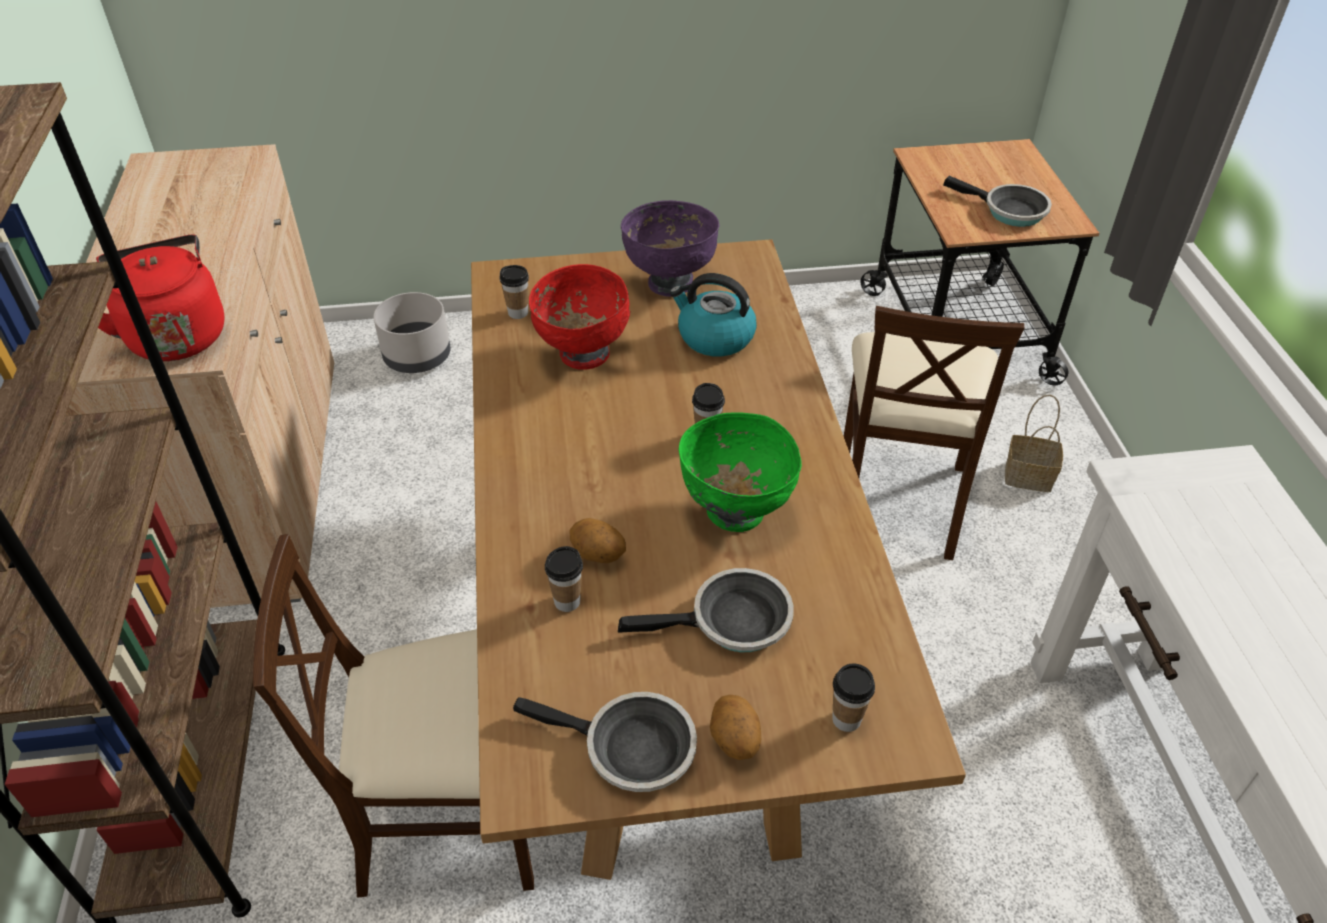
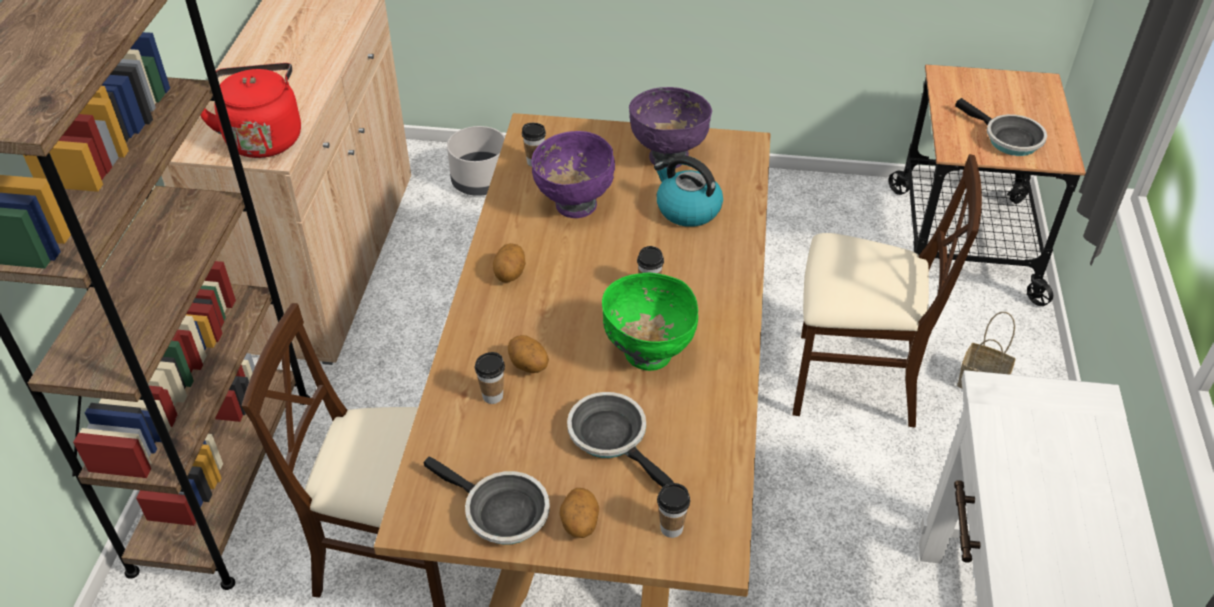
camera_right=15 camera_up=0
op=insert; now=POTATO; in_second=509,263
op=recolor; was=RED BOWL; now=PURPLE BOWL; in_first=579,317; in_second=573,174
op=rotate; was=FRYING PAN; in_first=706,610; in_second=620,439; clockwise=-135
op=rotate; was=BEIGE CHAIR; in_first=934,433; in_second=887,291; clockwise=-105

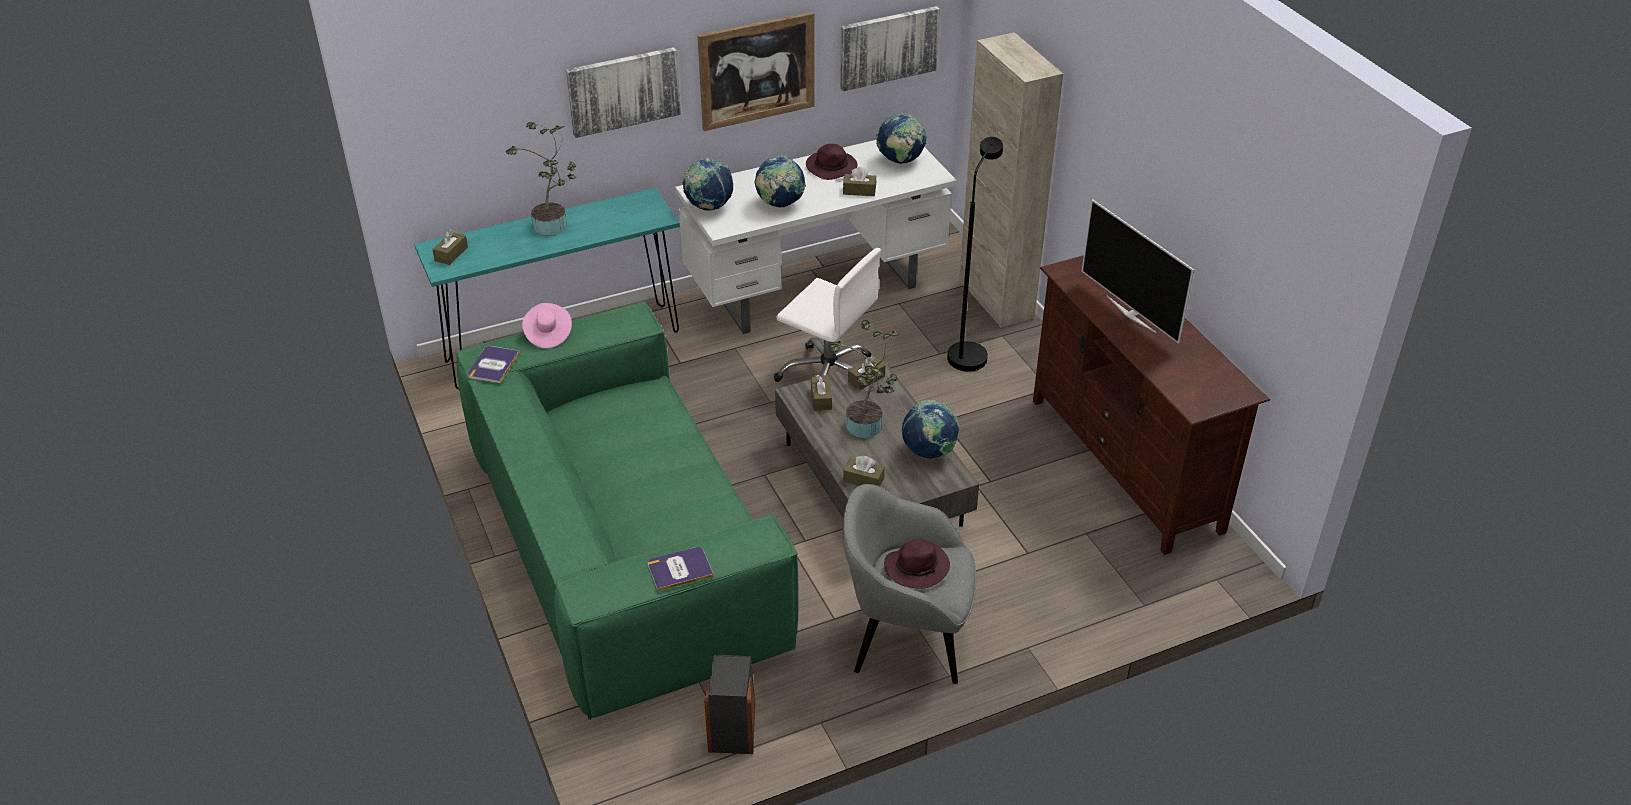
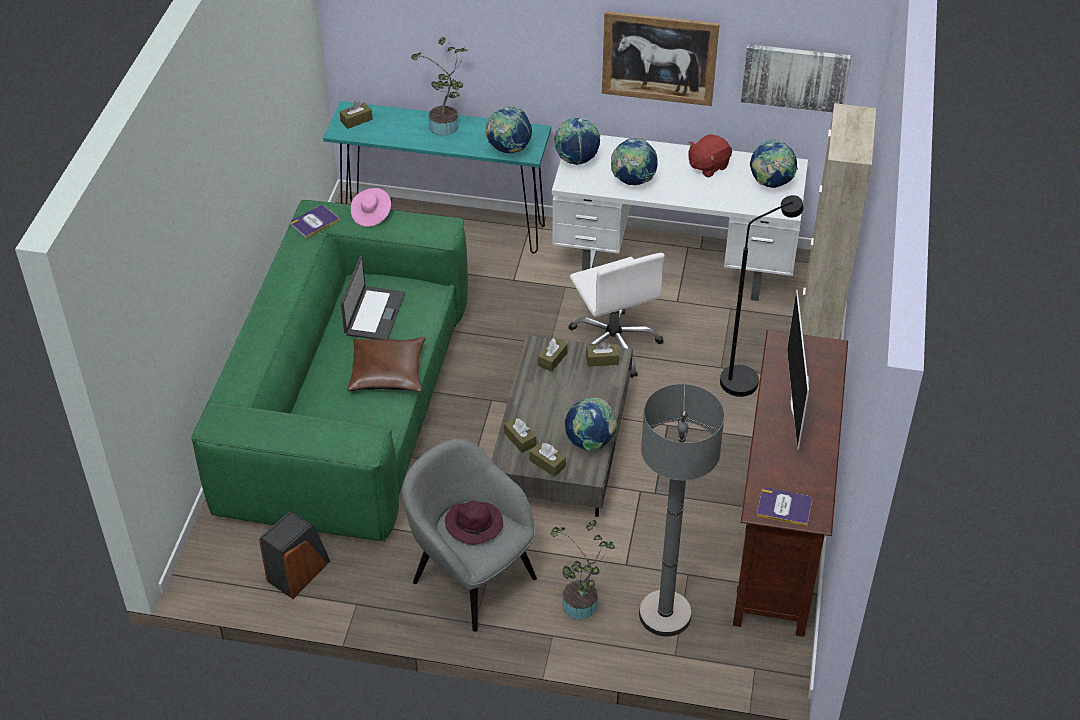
camera_right=35 camera_up=5
op=insert; now=LAPTOP; in_second=373,297
op=insert; now=BROWN PILLOW; in_second=386,364
op=insert; now=GLOBE; in_second=508,130
op=move; was=BROWN TISSUE BOX; in_first=859,181; in_second=547,459
op=move; was=POTTED PLANT; in_first=864,379; in_second=583,569
op=insert; now=GREY FLOOR LAMP; in_second=682,510
op=replace; was=PURPLE HAT; now=RED PLUSH TOY; in_first=831,162; in_second=710,155
op=move; was=BOOK; in_first=681,569; in_second=784,507
op=delete; was=PICTURE; in_first=623,92

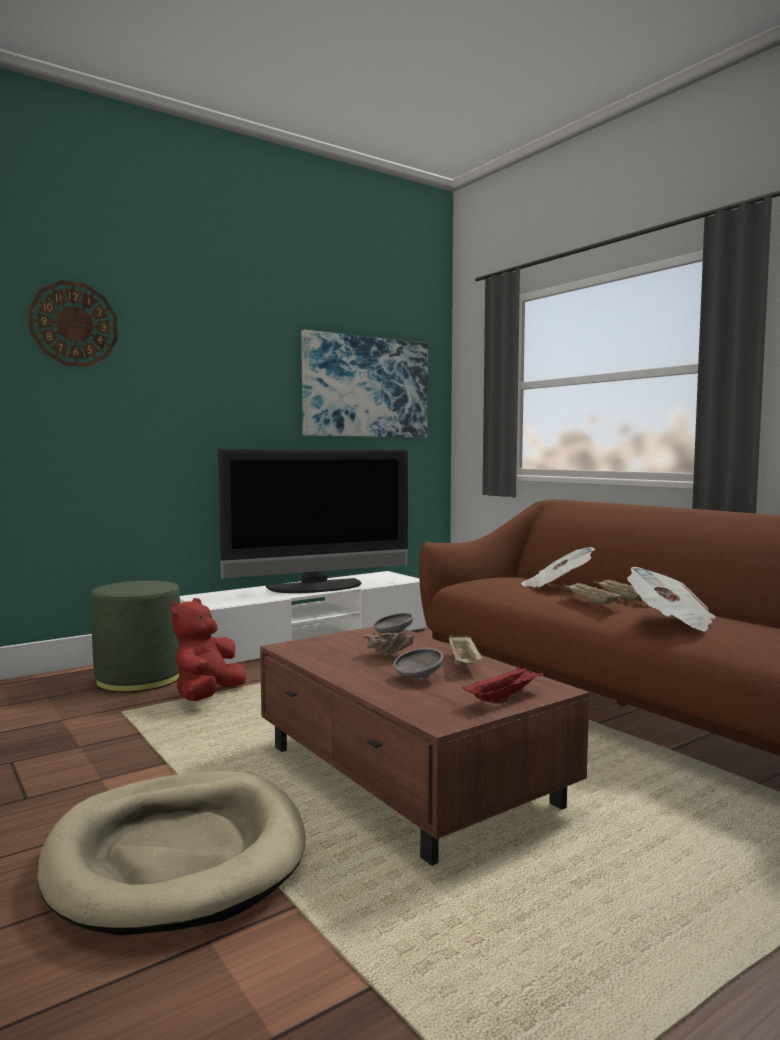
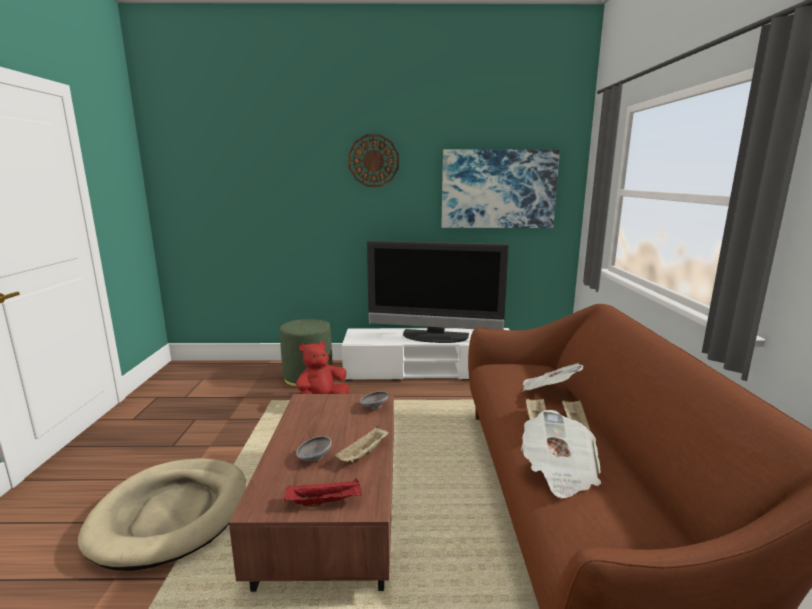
camera_right=35 camera_up=10
op=move; was=WALL CLOCK; in_first=73,323; in_second=373,160
op=delete; was=BEIGE BOWL; in_first=389,644

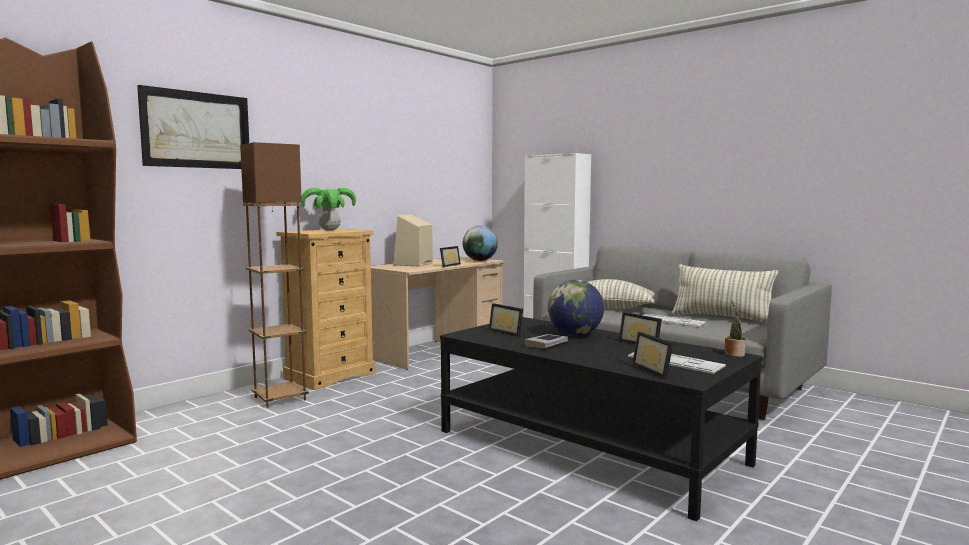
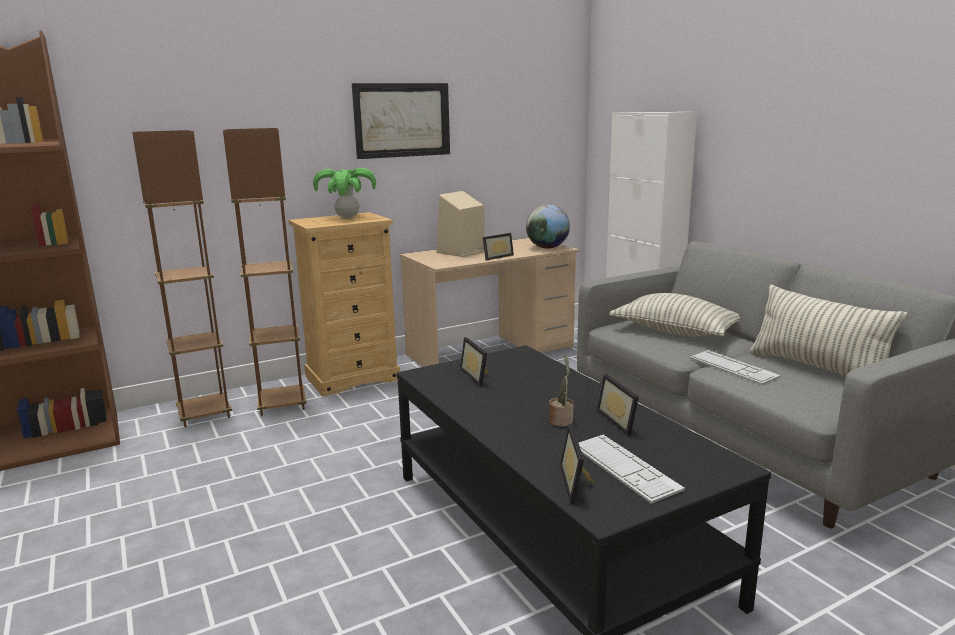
camera_right=20 camera_up=10
op=insert; now=BROWN FLOOR LAMP; in_second=182,278
op=move; was=PICTURE; in_first=193,127; in_second=401,121
op=move; was=POTTED PLANT; in_first=735,329; in_second=561,390
op=delete; was=BOOK; in_first=546,341
op=delete; was=GLOBE; in_first=576,308

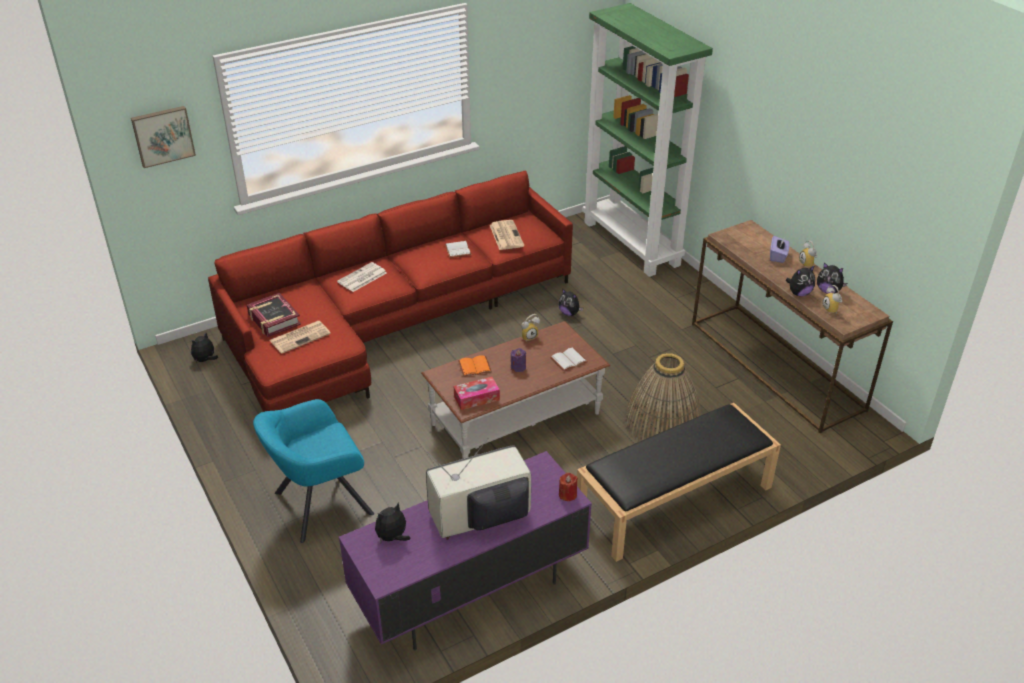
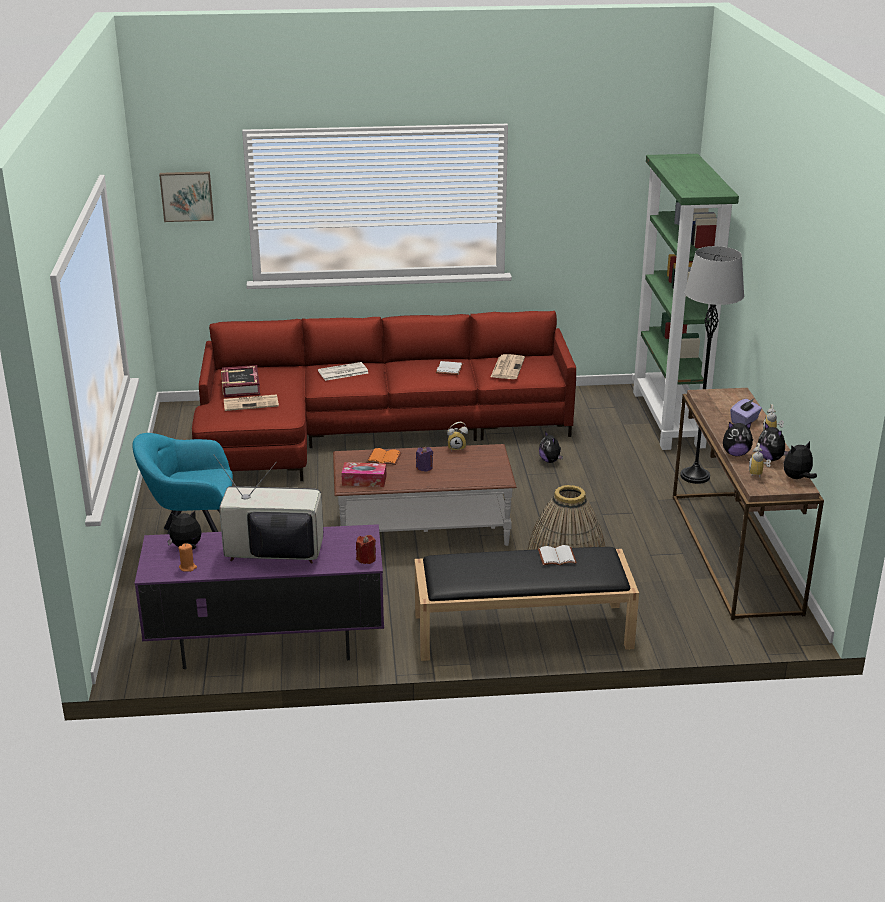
camera_right=25 camera_up=-10
op=insert; now=ORANGE CANDLE; in_second=187,558
op=move; was=WHITE BOOK; in_first=569,359; in_second=557,555
op=insert; now=GREY FLOOR LAMP; in_second=712,365
op=move; was=PLUSH TOY; in_first=204,347; in_second=800,460

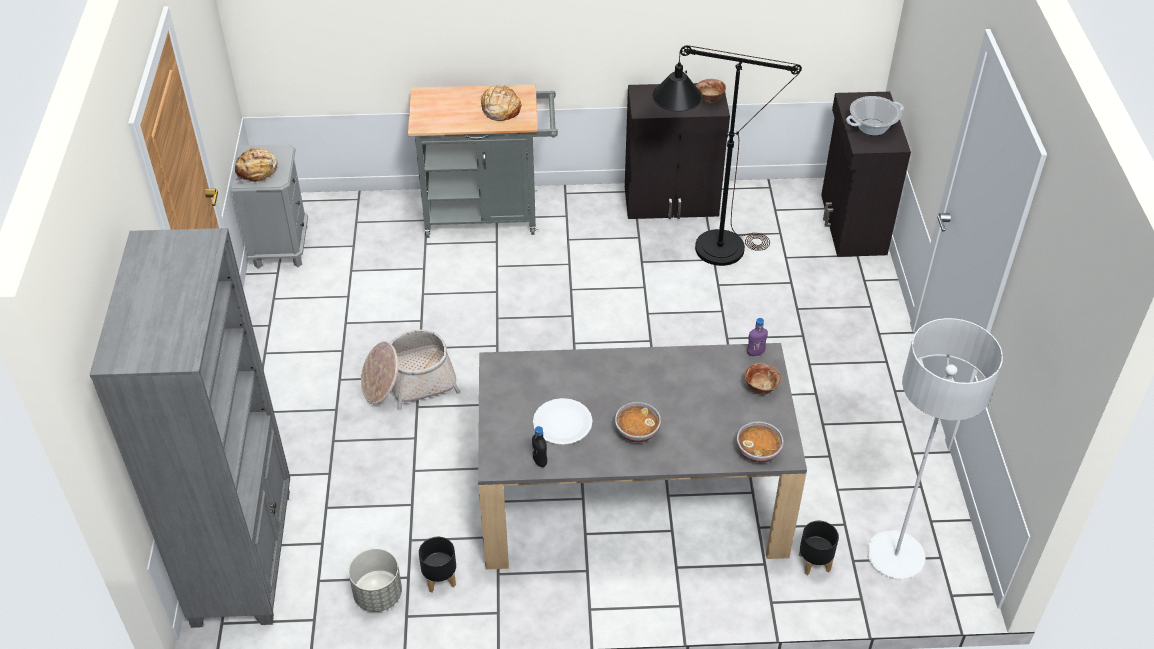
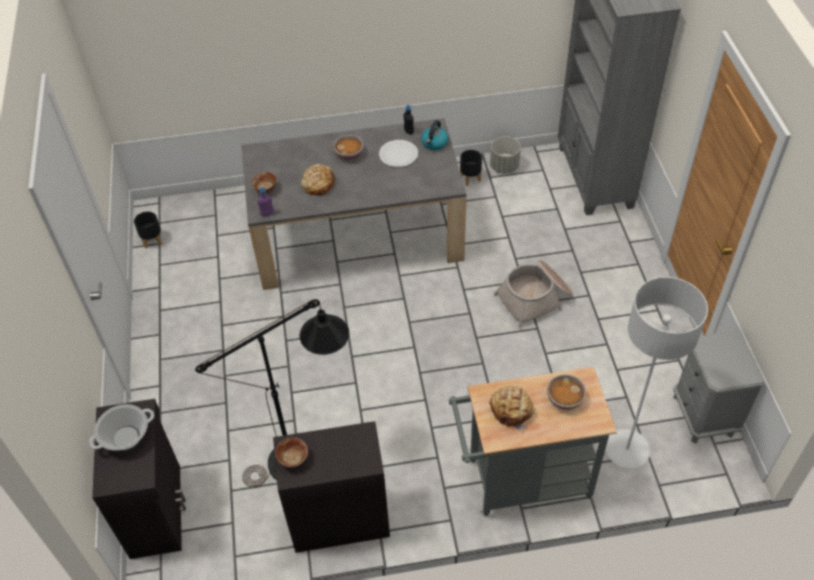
camera_right=175 camera_up=5
op=move; was=BLACK PLANTER; in_first=819,548; in_second=148,229
op=move; was=BREAD; in_first=256,165; in_second=318,180
op=insert; now=KETTLE; in_second=434,135
op=move; was=BOWL; in_first=760,442; in_second=566,392
op=move; was=GREY FLOOR LAMP; in_first=935,448; in_second=656,373

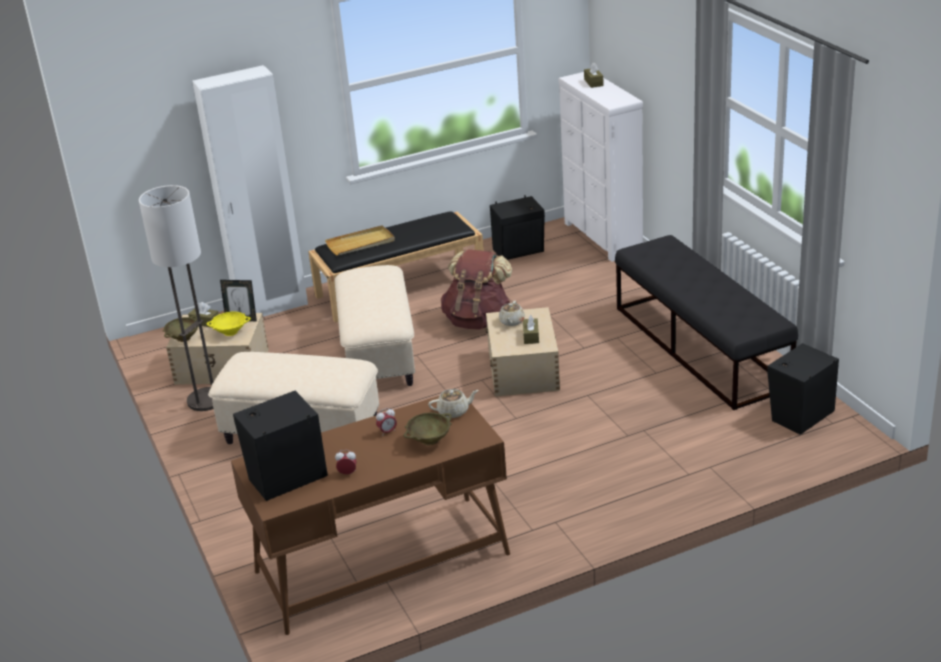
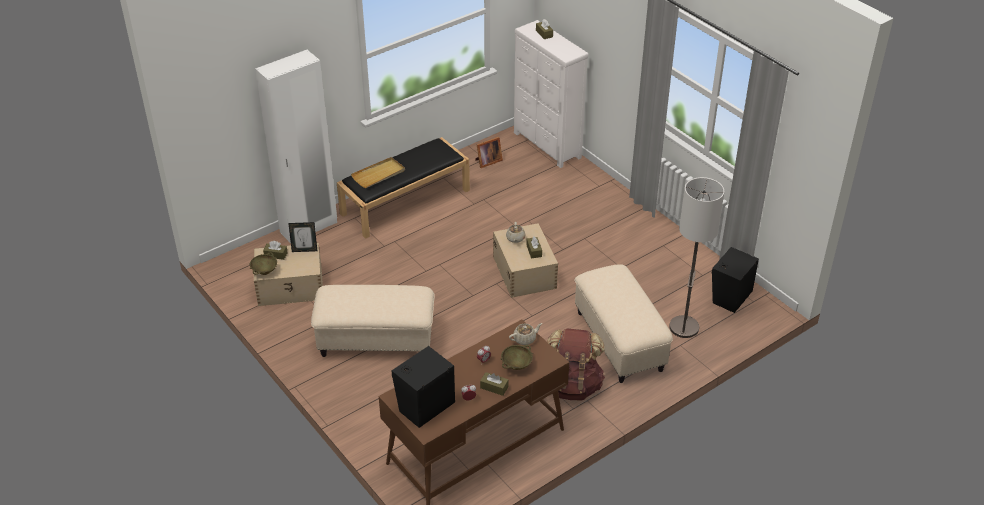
camera_right=-15 camera_up=10
op=replace; was=BLACK SPEAKER; now=PICTURE FRAME; in_first=517,227; in_second=489,152
op=insert; now=BROWN TISSUE BOX; in_second=494,384
op=move; was=BROWN BACKPACK; in_first=476,289; in_second=576,364
op=move; was=BEIGE OTTOMAN; in_first=375,325; in_second=623,323
op=move; was=FLOOR LAMP; in_first=176,298; in_second=697,257
op=delete; was=YELLOW BOWL; in_first=228,324
op=delete; was=BLACK BENCH; in_first=706,322

